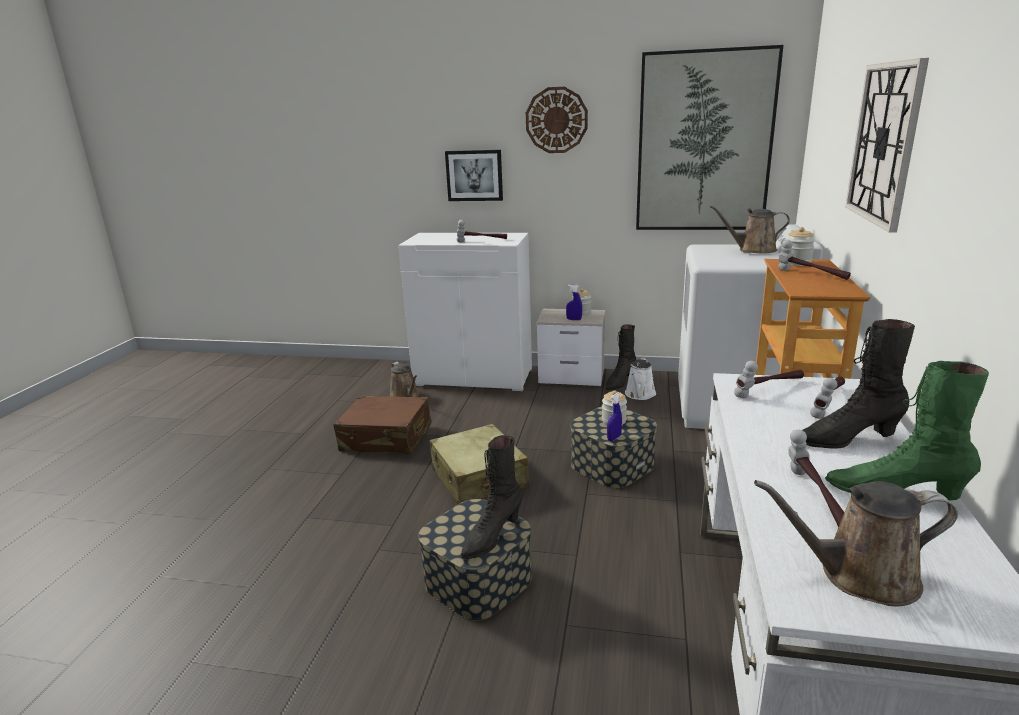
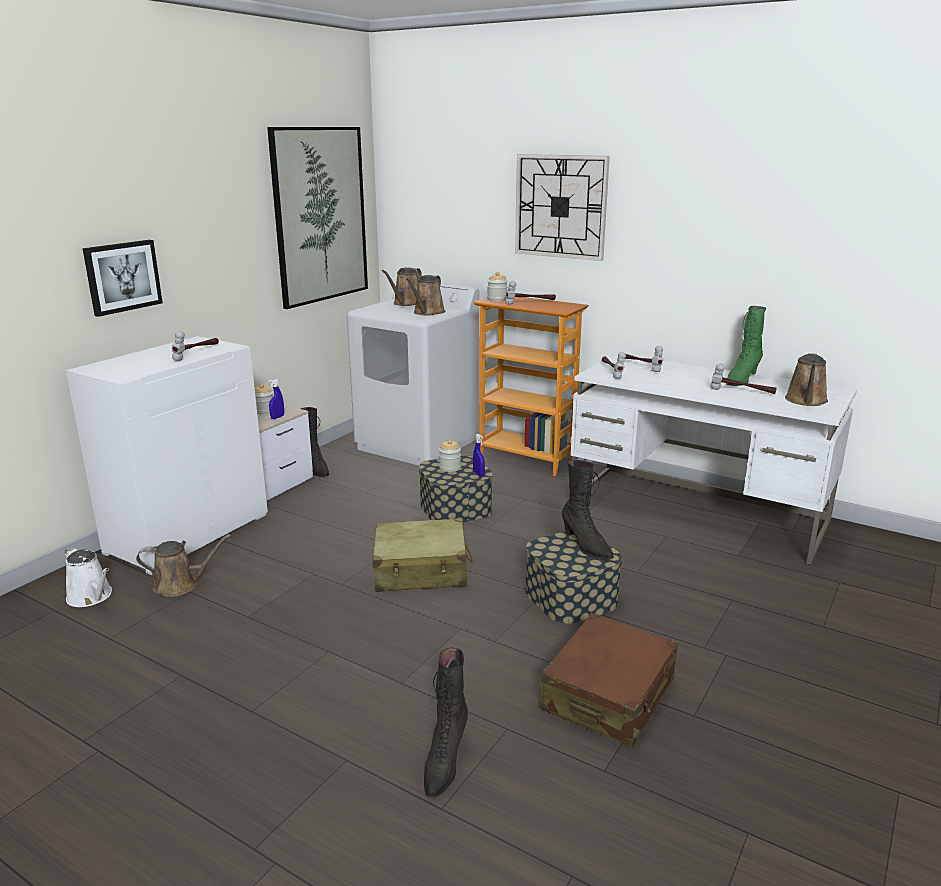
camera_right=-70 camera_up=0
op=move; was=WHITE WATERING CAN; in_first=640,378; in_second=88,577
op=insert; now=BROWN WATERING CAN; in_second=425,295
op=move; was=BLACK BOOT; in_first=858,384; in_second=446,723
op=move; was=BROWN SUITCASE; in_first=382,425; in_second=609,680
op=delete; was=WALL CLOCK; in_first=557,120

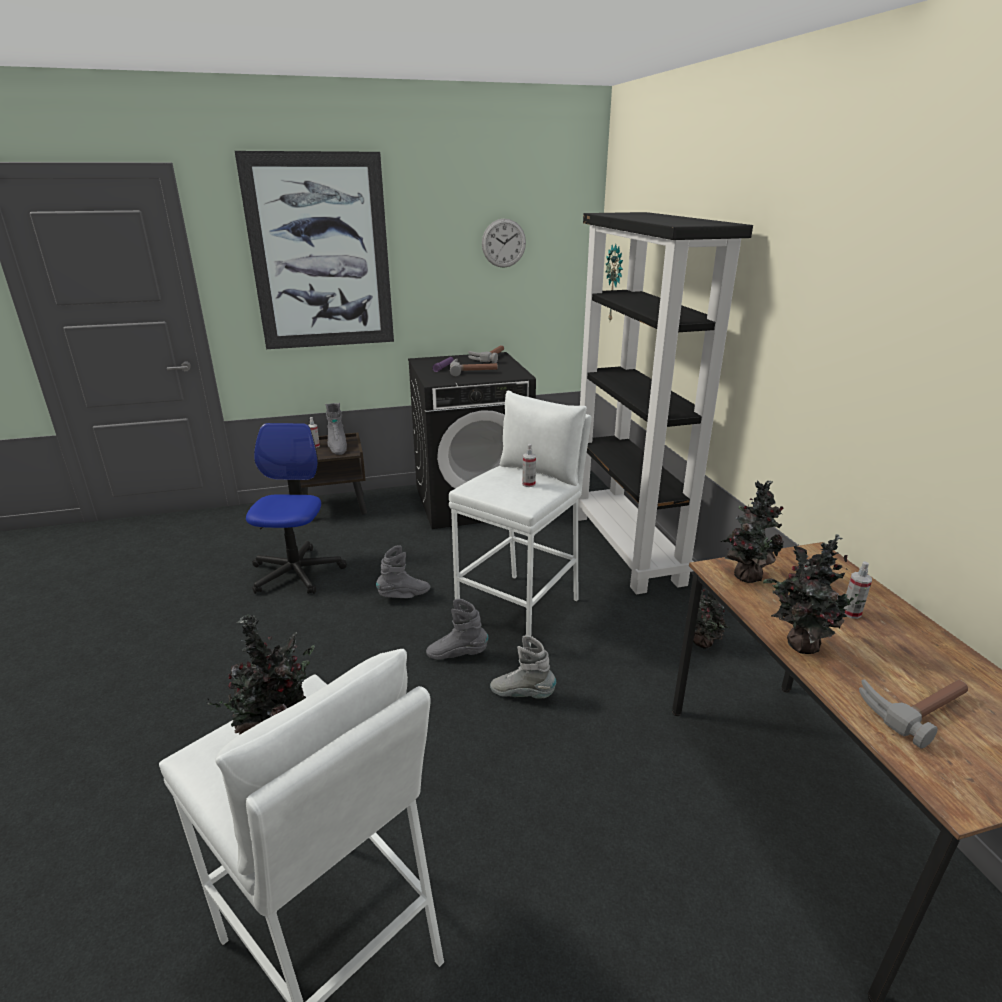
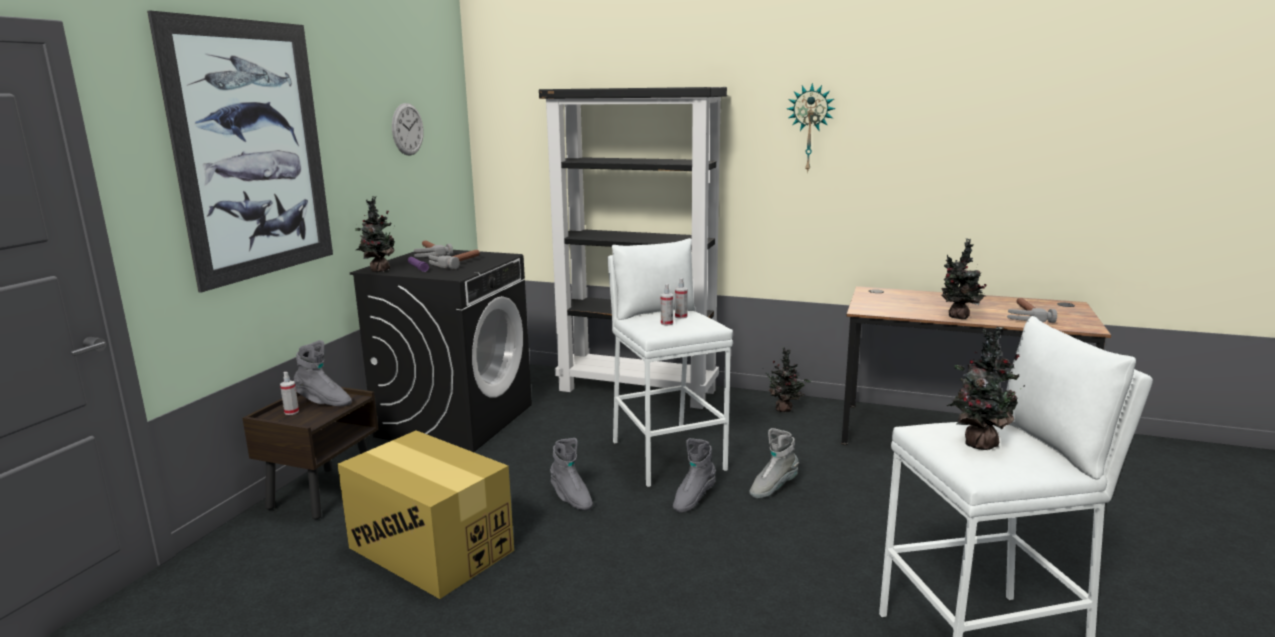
camera_right=-55 camera_up=-10
op=replace; was=OFFICE CHAIR; now=CARDBOARD BOX; in_first=296,508; in_second=425,514
op=move; was=POTTED PLANT; in_first=752,531; in_second=375,234
op=rotate; was=GREY BOOT; in_first=403,571; in_second=571,474; clockwise=135
op=move; was=SPRAY BOTTLE; in_first=857,590; in_second=667,305
op=move; was=WALL CLOCK; in_first=614,282; in_second=811,128

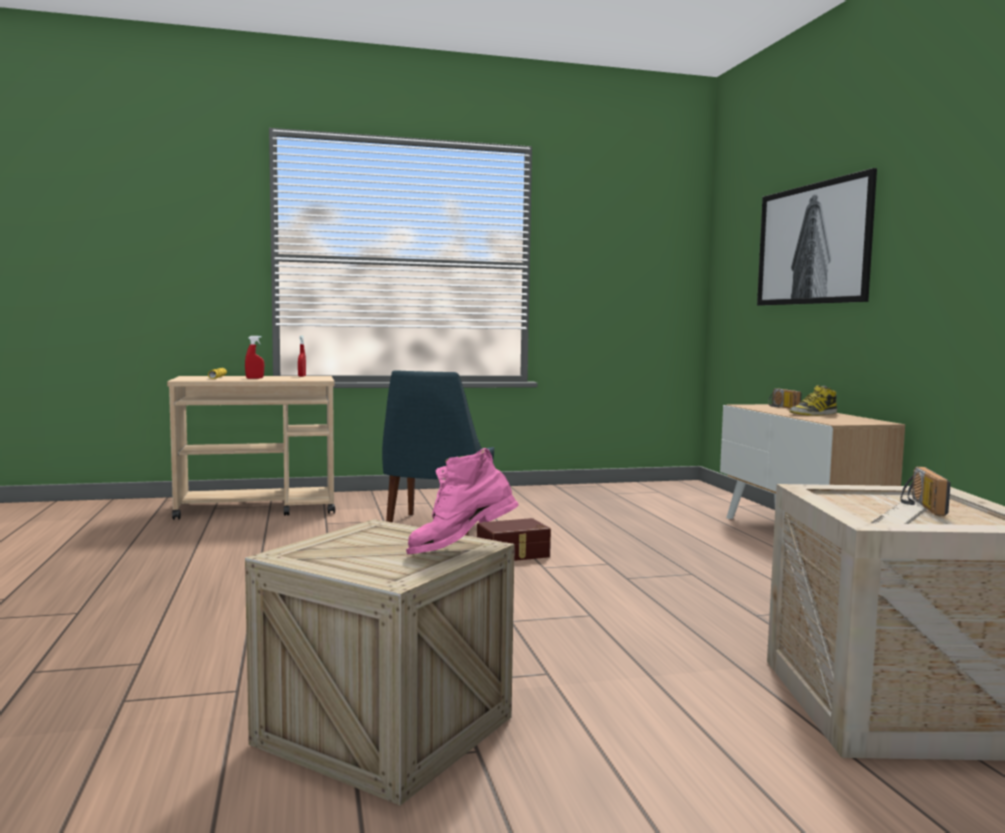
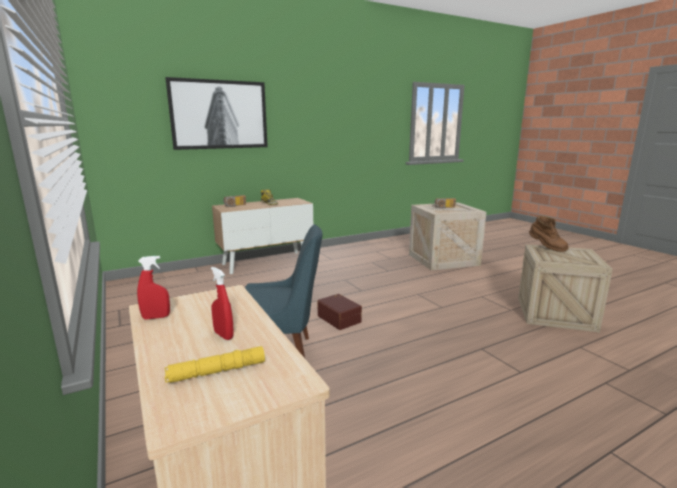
camera_right=-105 camera_up=10
op=recolor; was=PINK BOOT; now=BROWN BOOT; in_first=462,501; in_second=549,234

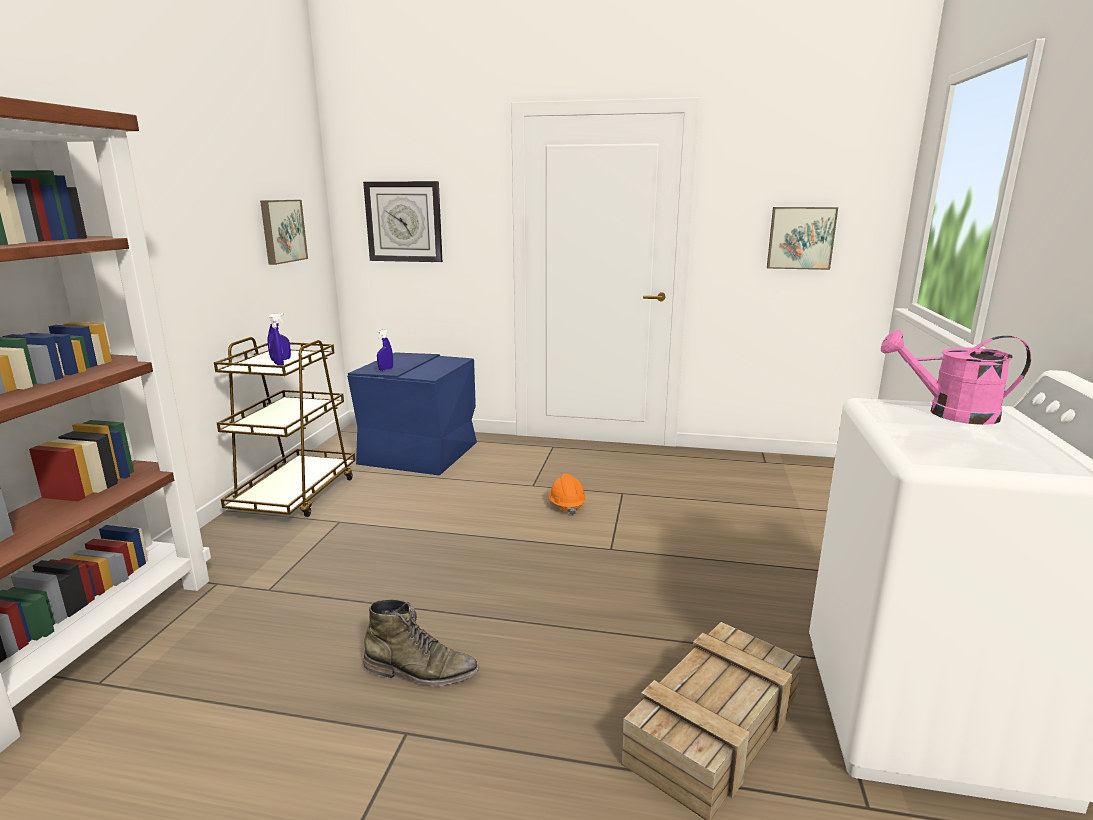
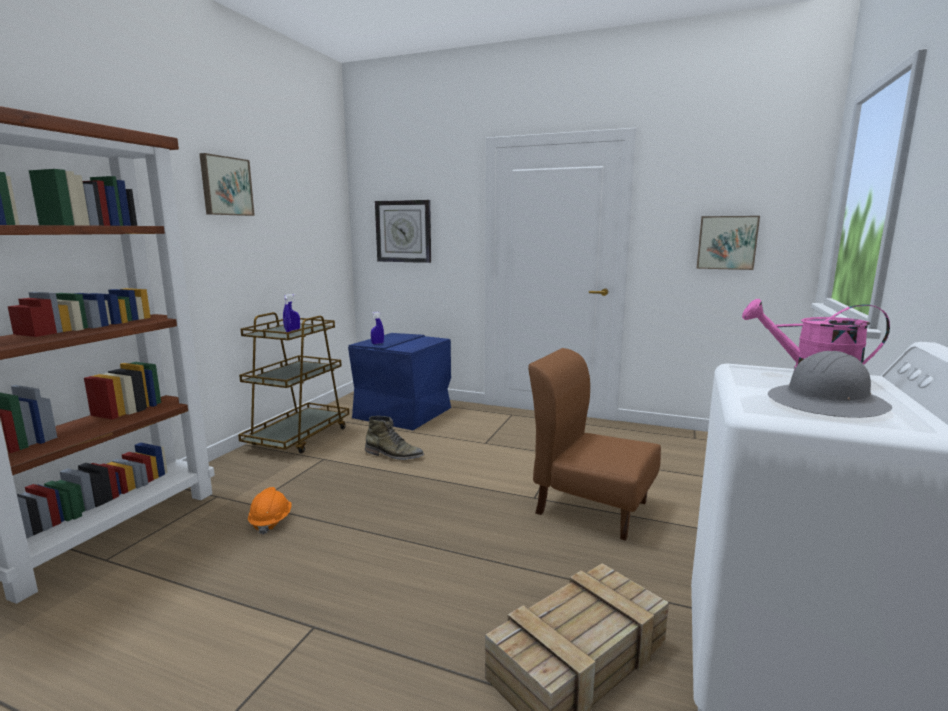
camera_right=10 camera_up=-5
op=move; was=PICTURE; in_first=284,232; in_second=227,184
op=move; was=ORANGE HARD HAT; in_first=567,494; in_second=269,511
op=move; was=GREEN BOOT; in_first=421,642; in_second=394,438
op=insert; now=BROWN CHAIR; in_second=594,444
op=insert; now=GREY HARD HAT; in_second=830,384

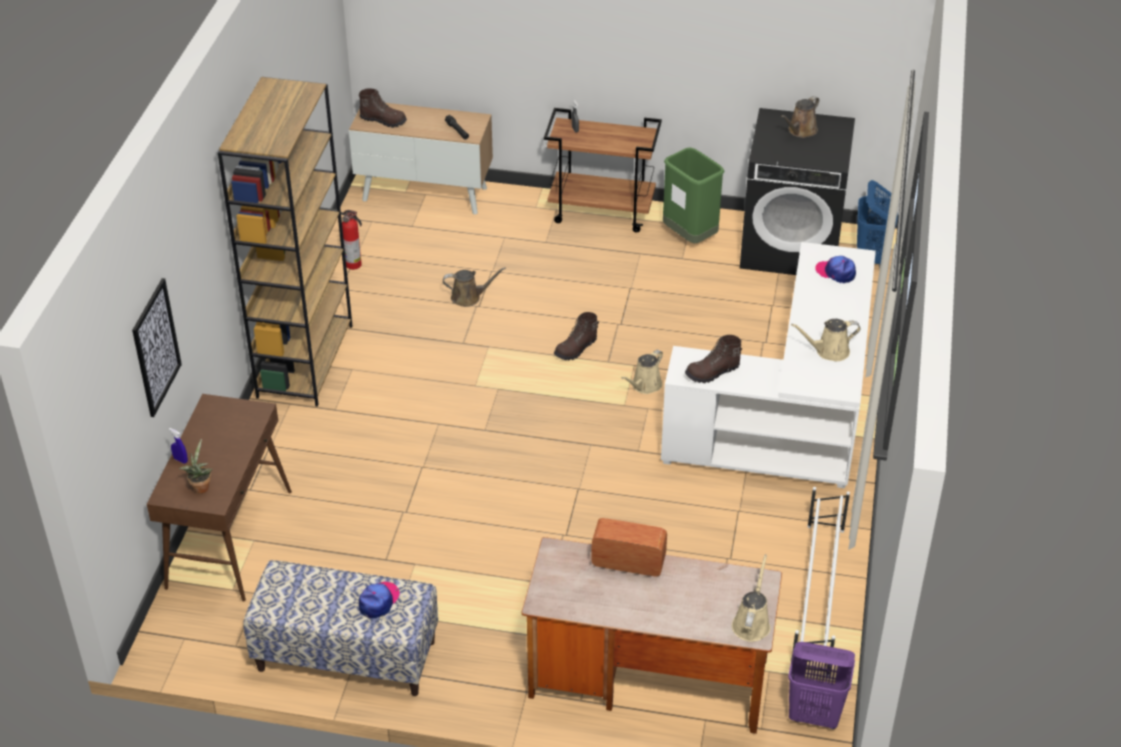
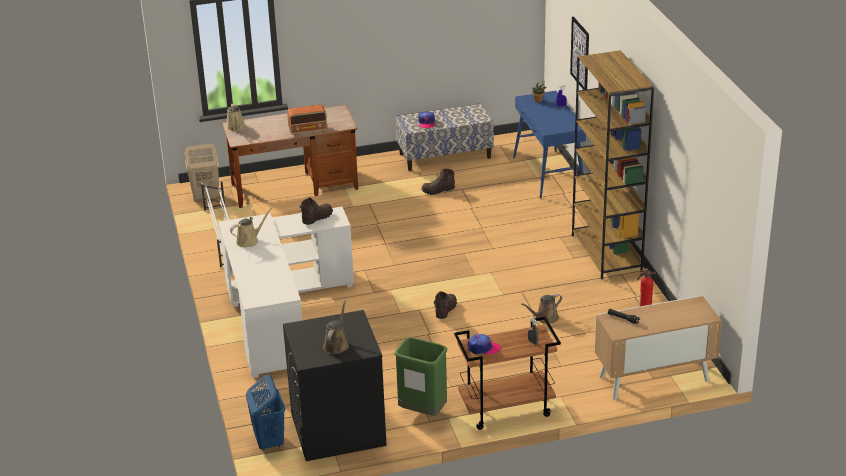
camera_right=155 camera_up=-10
op=recolor; was=PURPLE LAUNDRY BASKET; now=BEIGE LAUNDRY BASKET; in_first=821,685; in_second=202,173
op=move; was=BROWN BOOT; in_first=383,108; in_second=438,182
op=move; was=CAP; in_first=835,269; in_second=483,344
op=recolor; was=BROWN CONSOLE TABLE; now=BLUE CONSOLE TABLE; in_first=219,498; in_second=549,144
op=delete; was=BEIGE WATERING CAN; in_first=642,372

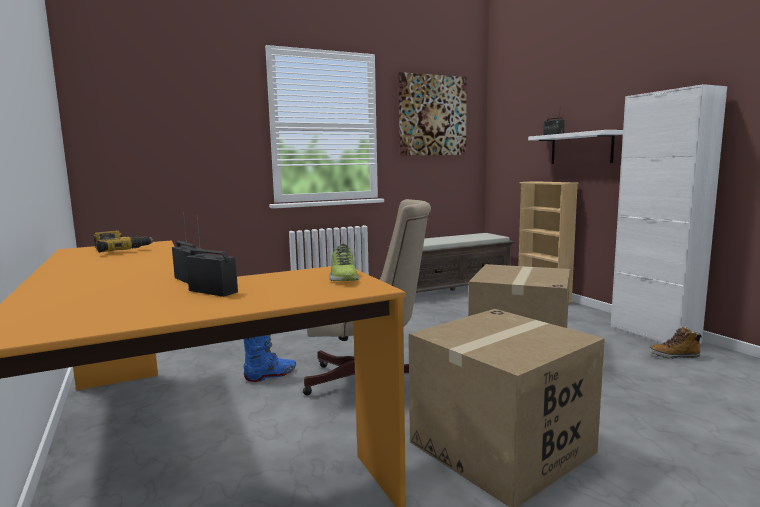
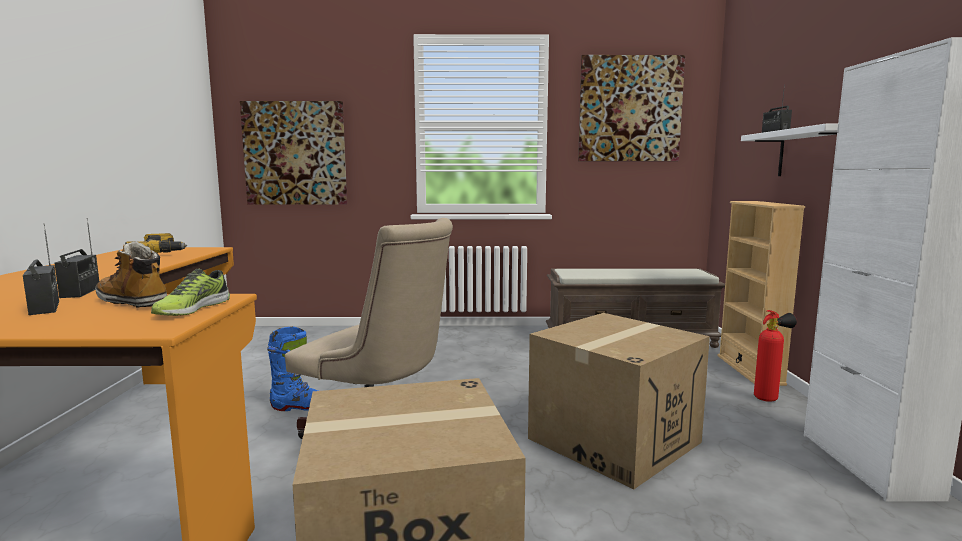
camera_right=25 camera_up=0
op=move; was=BOOT; in_first=675,342; in_second=131,274
op=insert; now=PICTURE; in_second=293,153
op=insert; now=FIRE EXTINGUISHER; in_second=775,356

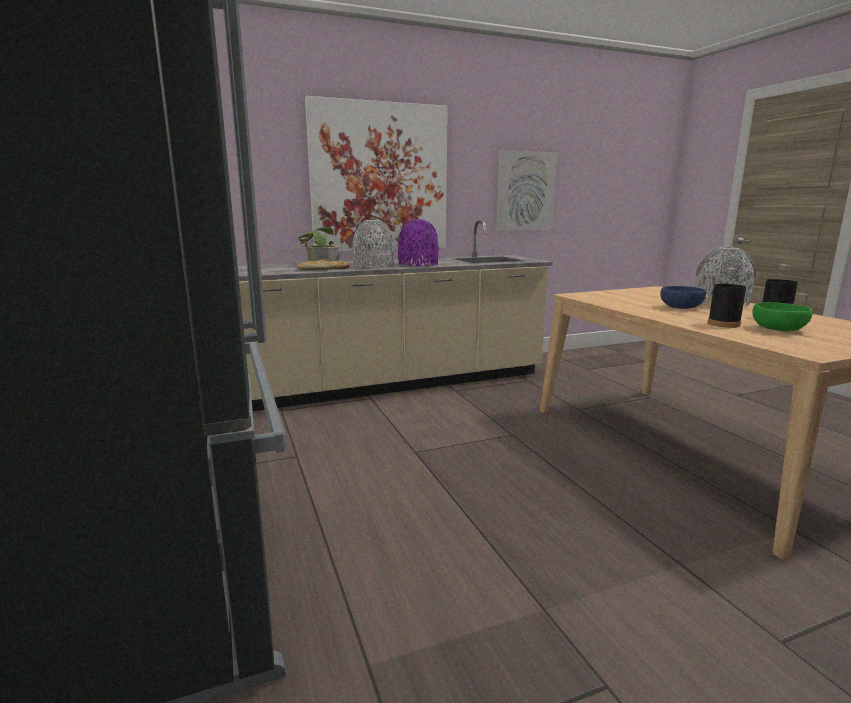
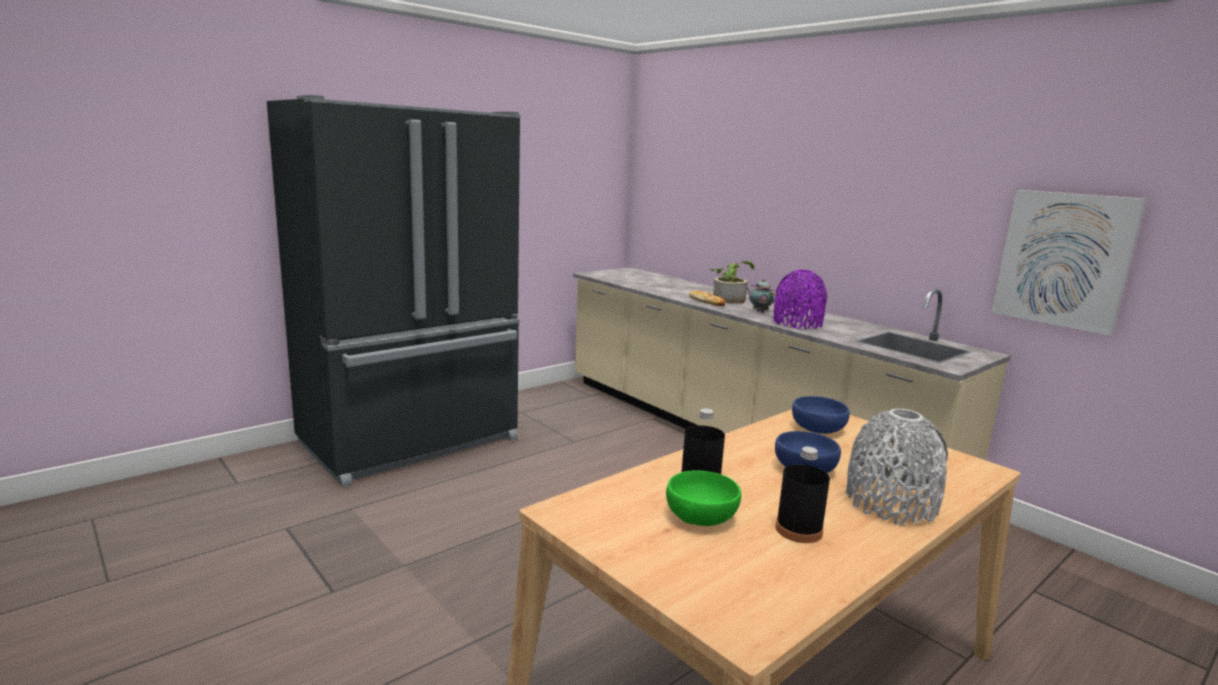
camera_right=70 camera_up=0
op=replace; was=GREY VASE; now=TEAPOT; in_first=373,244; in_second=761,296
op=insert; now=BLUE BOWL; in_second=821,415
op=delete; was=PICTURE; in_first=376,174

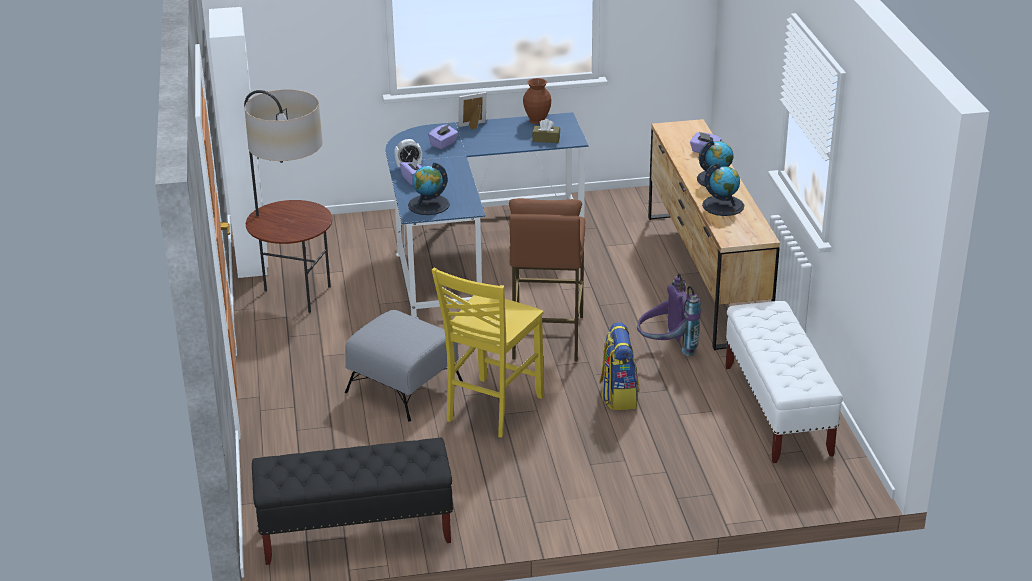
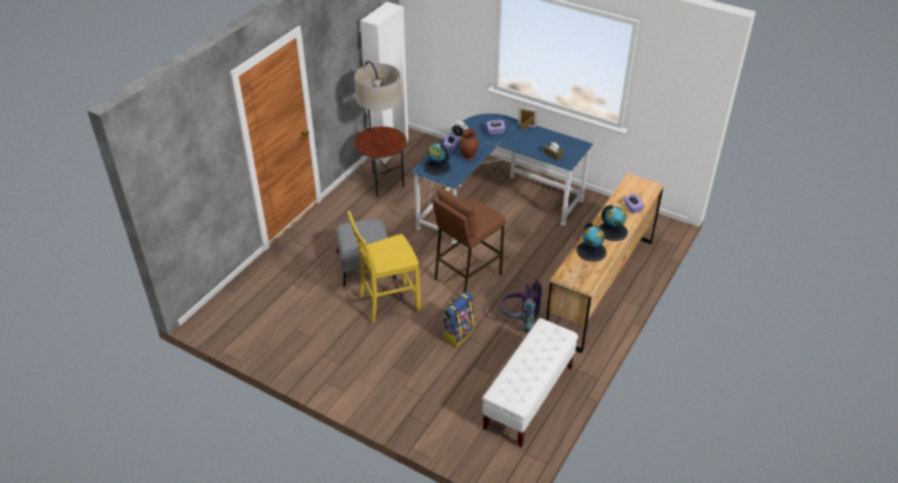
camera_right=40 camera_up=10
op=move; was=BROWN VASE; in_first=537,101; in_second=469,144
op=delete; was=BLACK BENCH; in_first=353,501

